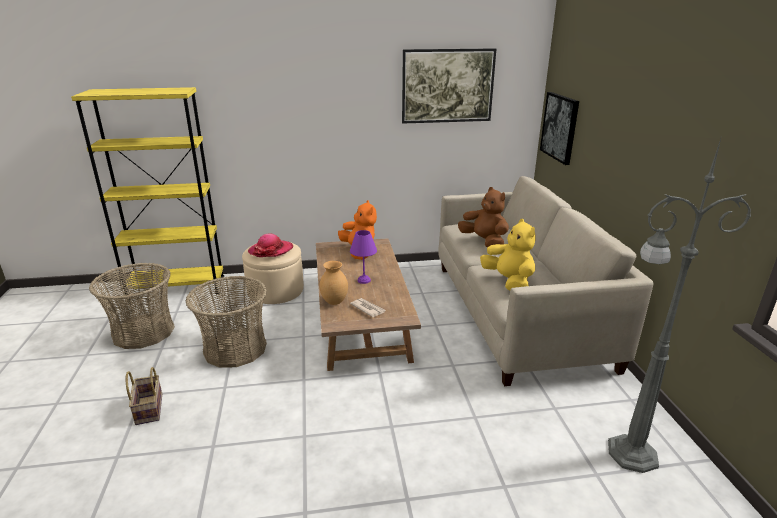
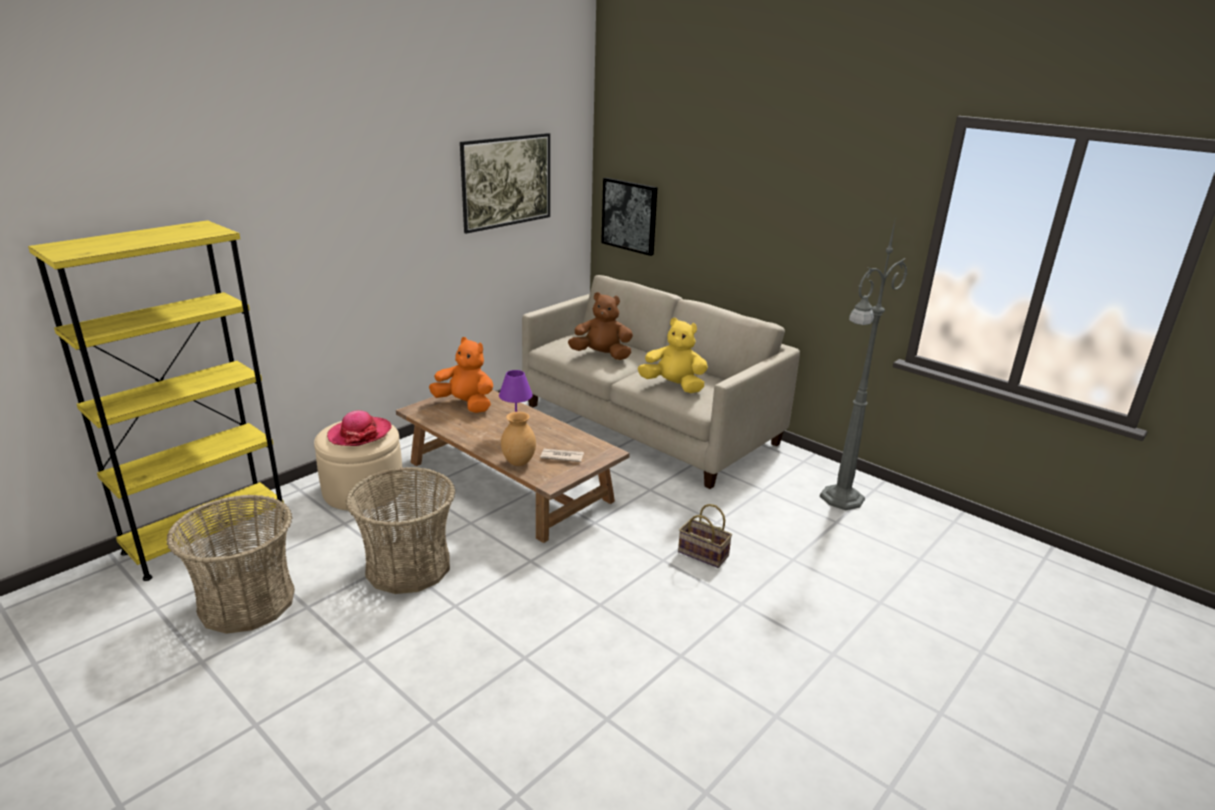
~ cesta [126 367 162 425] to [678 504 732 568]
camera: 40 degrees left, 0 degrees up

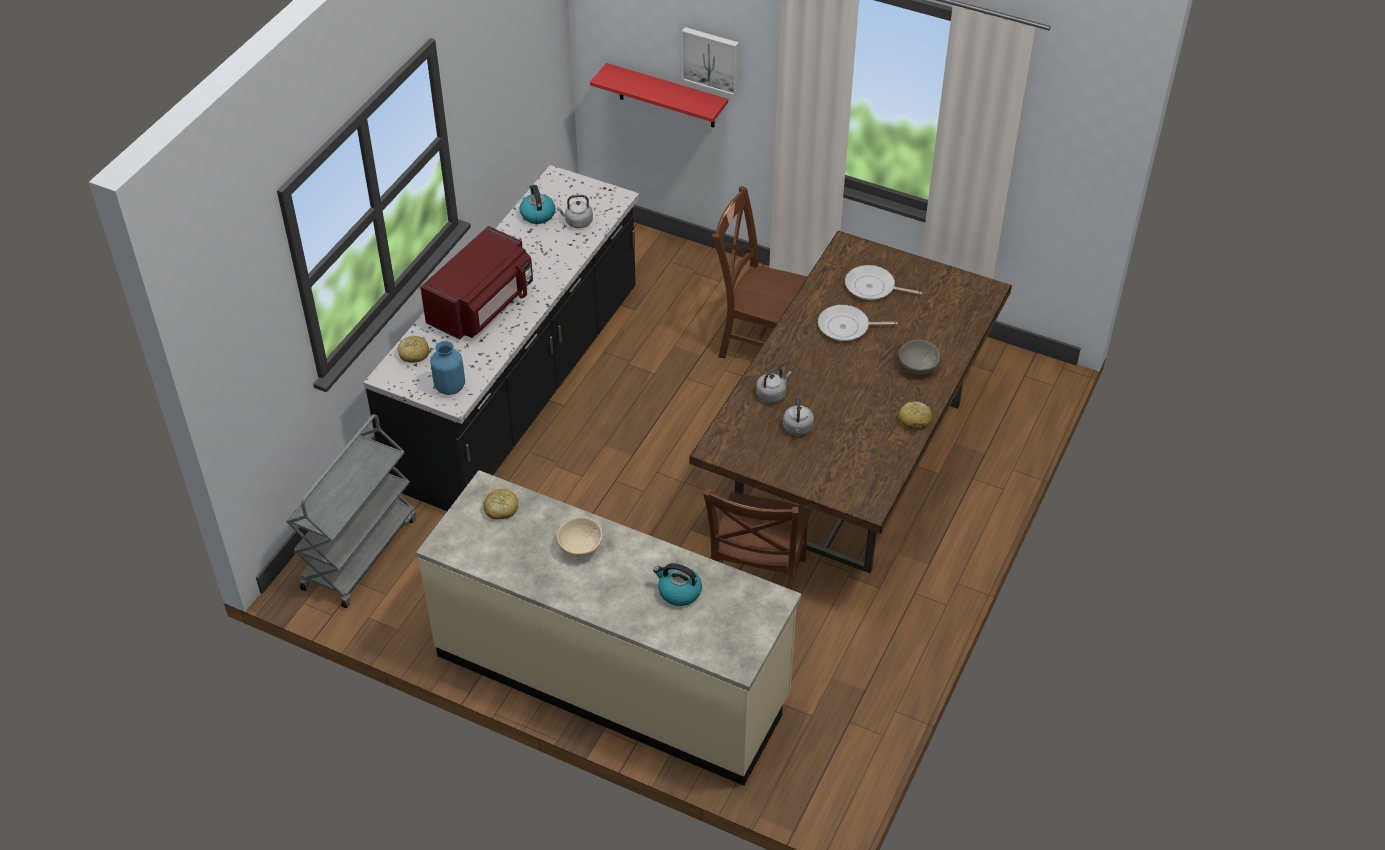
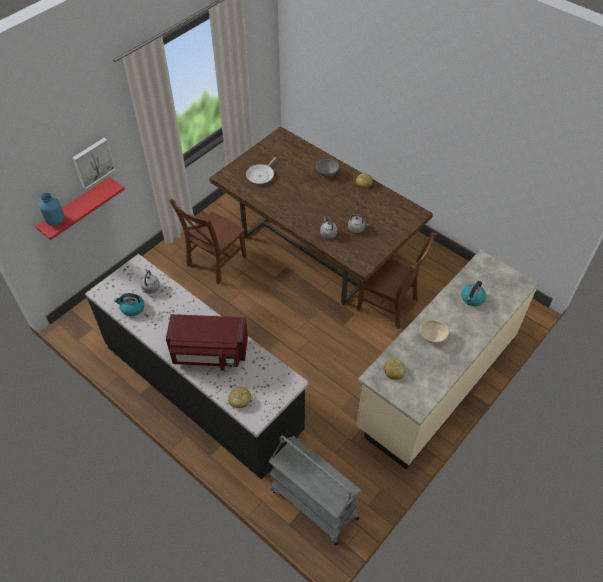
~ florero [azul] [430 341 465 395] to [39 193 65 226]
~ microondas [rojo] [420 226 533 340] = [166 314 248 371] 135 degrees clockwise
- sartén [818 305 897 341]
camera: 75 degrees left, 5 degrees up

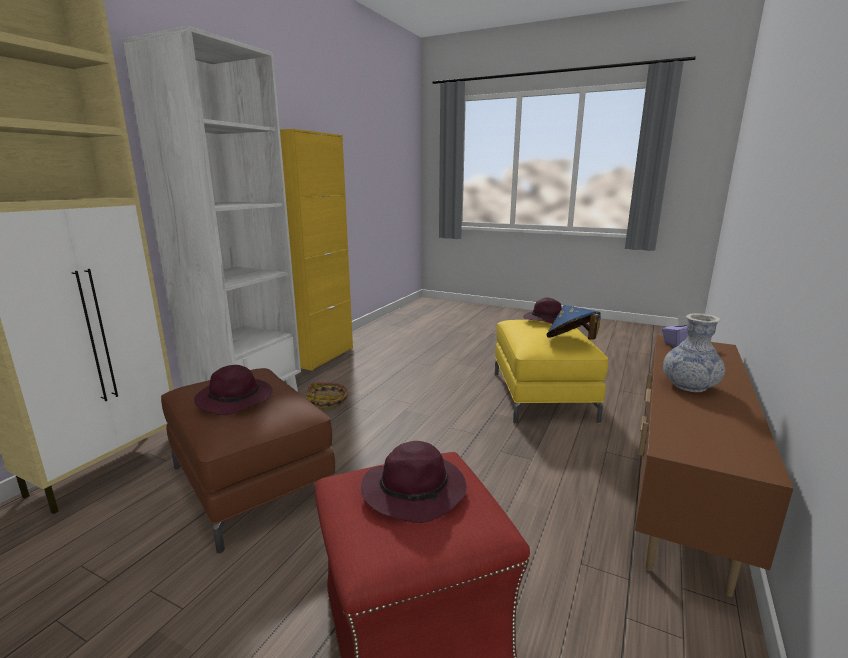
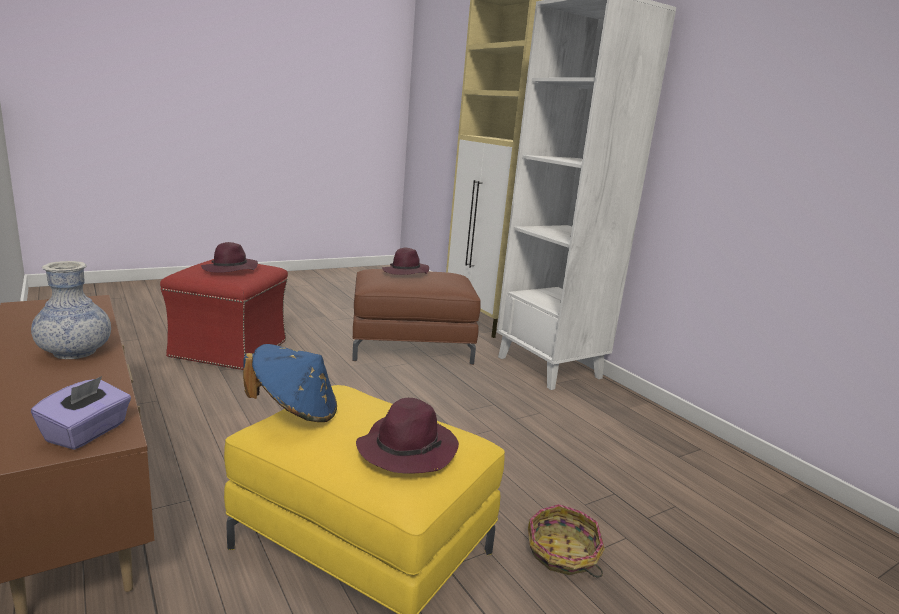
~ cesta [306 382 348 409] to [528 504 605 578]
- armario [amarillo] [280 129 353 371]
camera: 120 degrees right, 0 degrees up

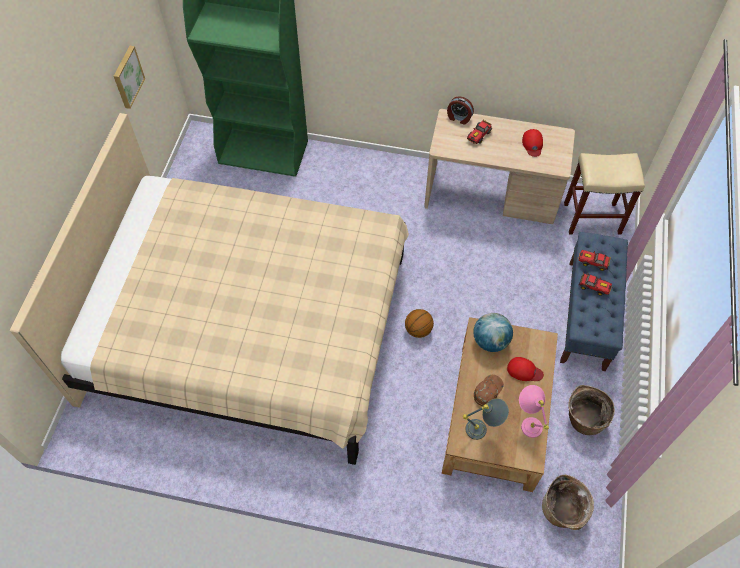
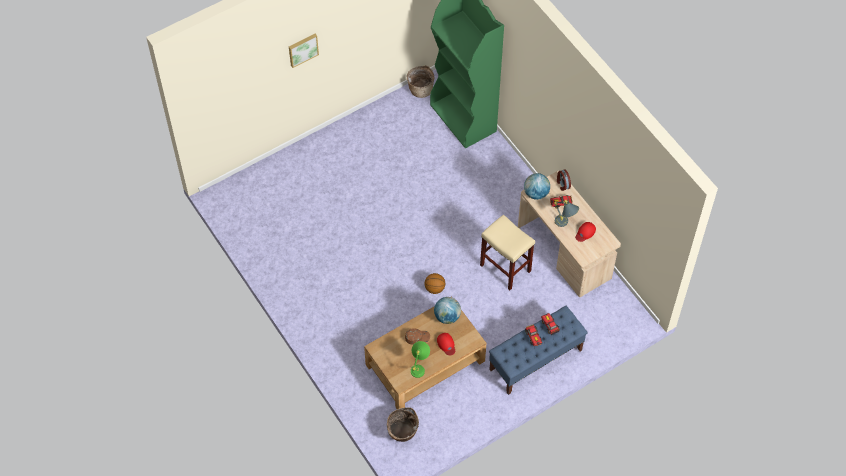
~ cuadro [114 46 145 109] to [289 34 319 68]
~ cesta [568 385 615 435] to [407 66 435 98]
~ lámpara de mesa [rosa] [519 385 549 438] to lámpara de mesa [verde] [411 341 430 378]
~ taburete [beis] [564 153 645 235] to [480 214 535 290]
+ globo terráqueo [524 173 550 200]
~ lámpara de mesa [gris] [463 398 509 440] to [554 200 579 227]
- cama [beis] [10 113 409 465]
camera: 45 degrees right, 0 degrees up

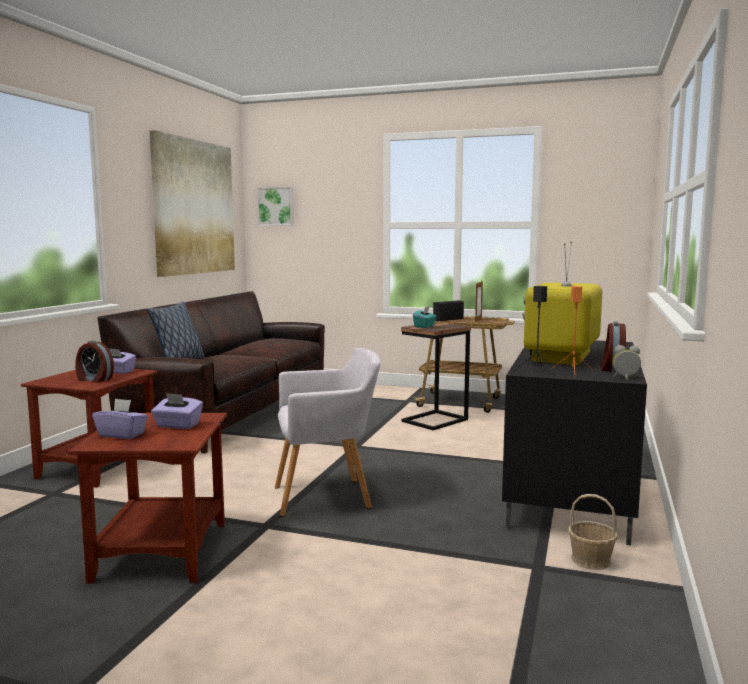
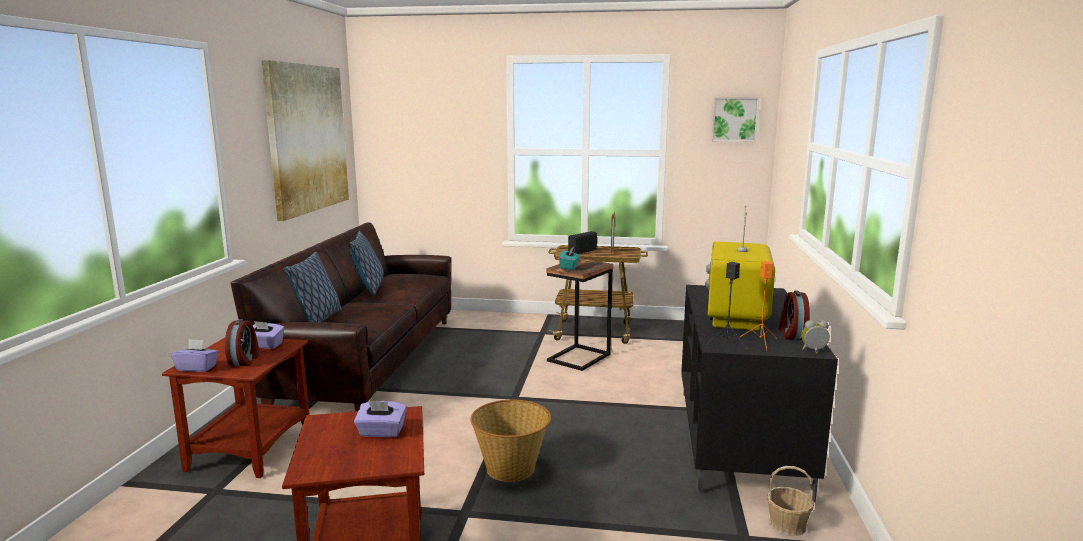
~ caja de pañuelos [morado] [92 398 148 439] to [171 339 219 372]
~ despertador [75 341 114 383] = [225 319 259 366] 105 degrees counterclockwise
+ cojín [349 231 383 296]
~ sillón [gris] [275 348 381 517] to cesta [470 400 551 482]
~ cuadro [257 187 294 226] to [711 97 759 142]
camera: 10 degrees left, 5 degrees up

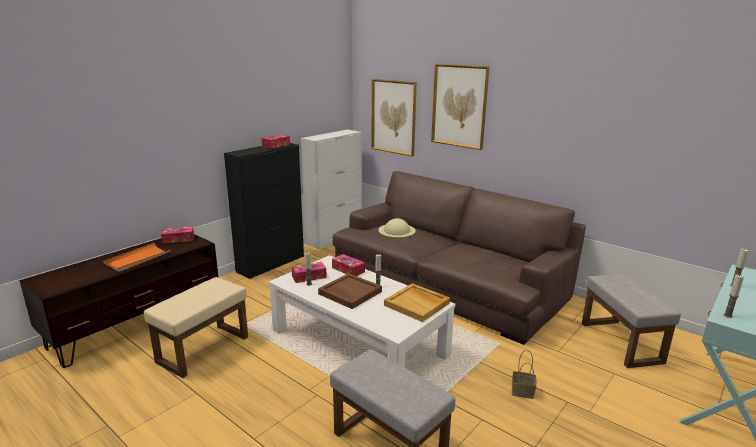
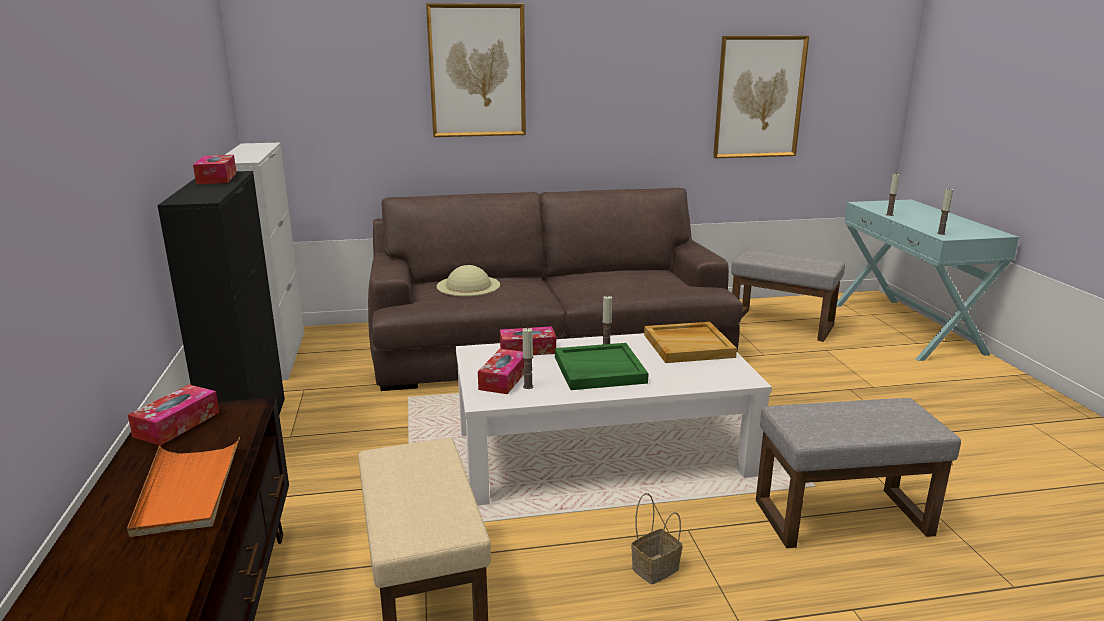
~ bandeja [marrón] [318 273 382 309] to bandeja [verde] [555 343 649 390]
~ cesta [512 350 537 399] to [631 493 683 585]
~ cuadro [371 79 417 156] to [713 36 809 158]
camera: 50 degrees left, 0 degrees up

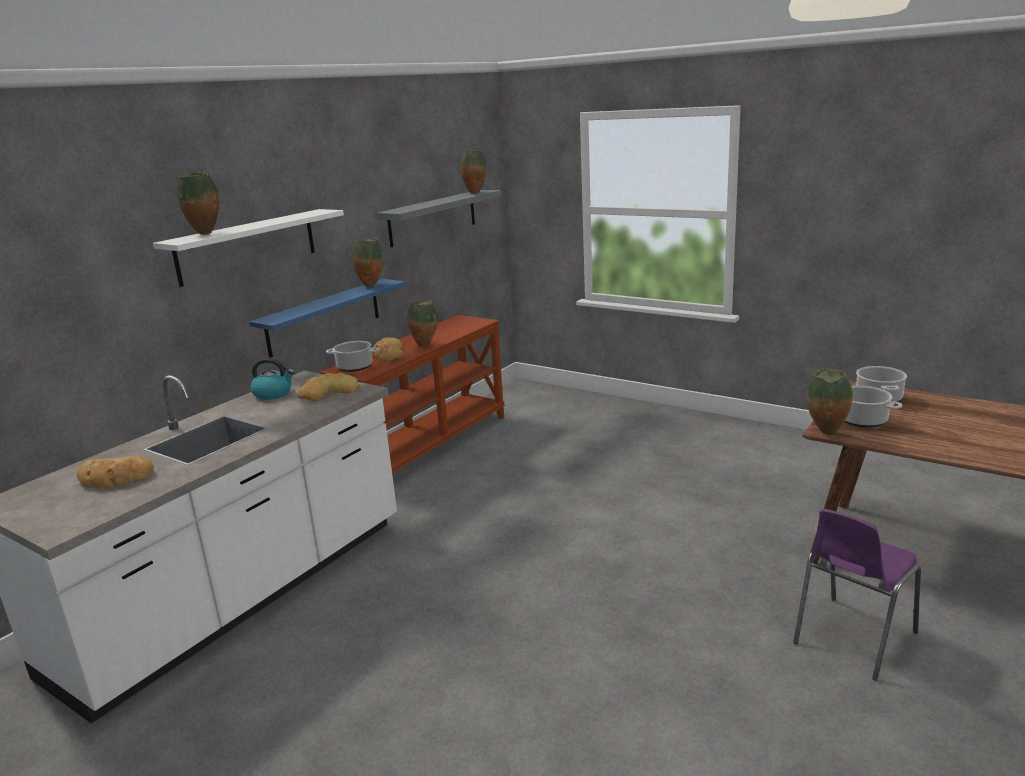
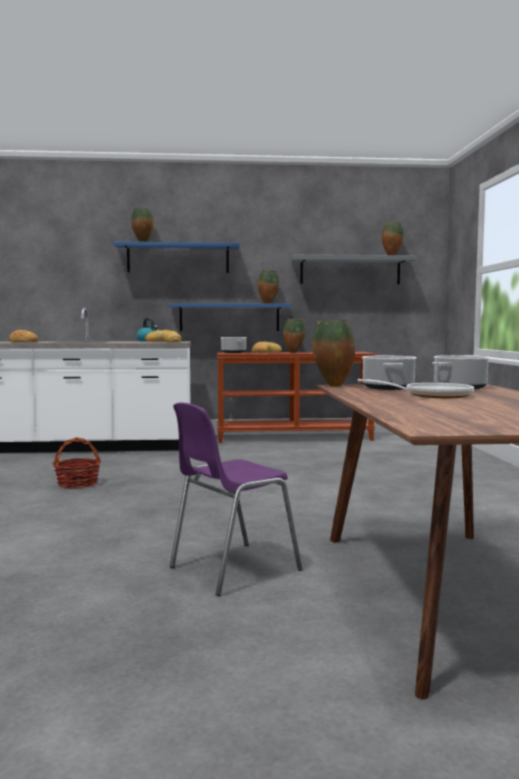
+ cesta [53 437 101 488]
~ estante [blanco] [153 209 344 287] to estante [azul] [113 241 240 273]
~ silla [morado] [793 509 921 681] = [170 402 302 596] 45 degrees counterclockwise
+ sartén [358 379 474 398]
camera: 50 degrees right, 15 degrees down

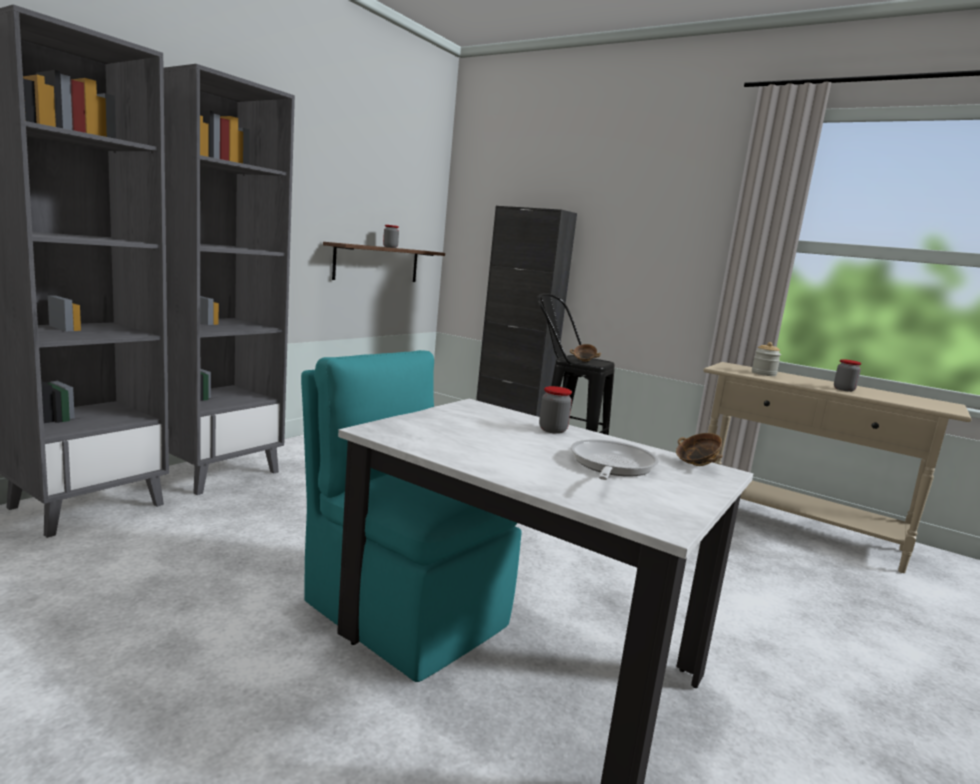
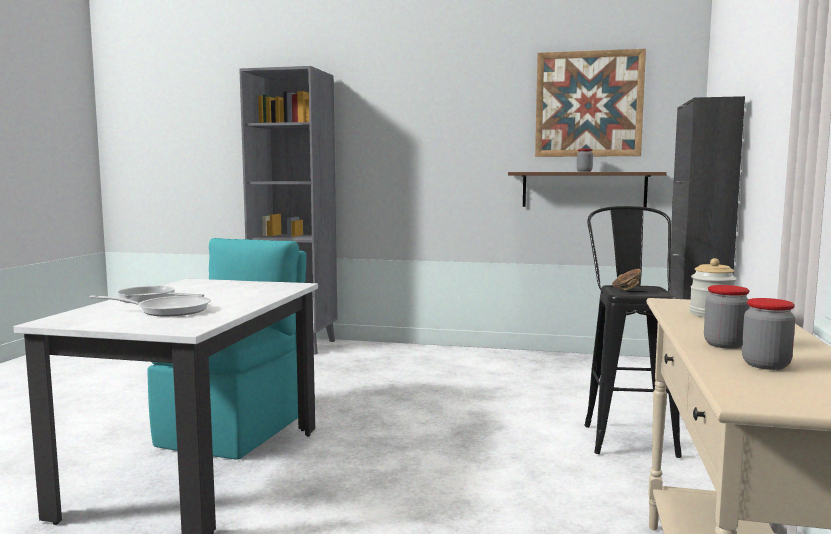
+ sartén [116 286 204 303]
+ cuadro [535 49 646 157]
~ tarro [539 386 572 434] to [742 298 795 370]
- estantería [gris] [163 64 295 495]
- cuenco [676 433 723 466]
camera: 70 degrees right, 5 degrees down

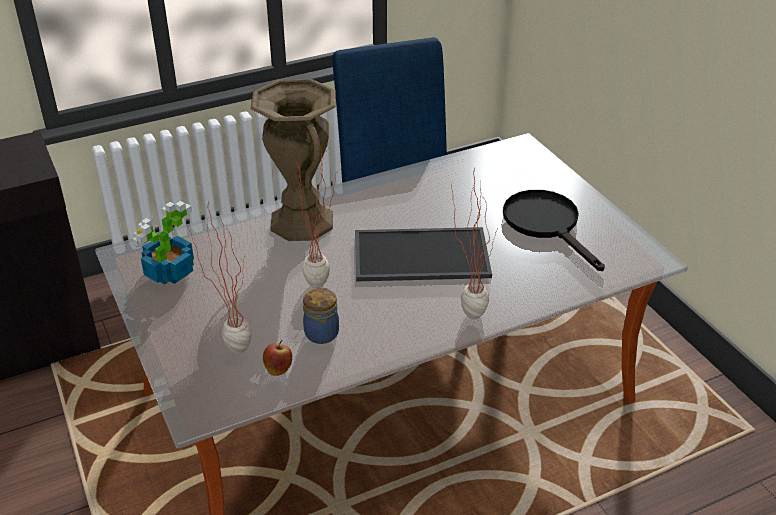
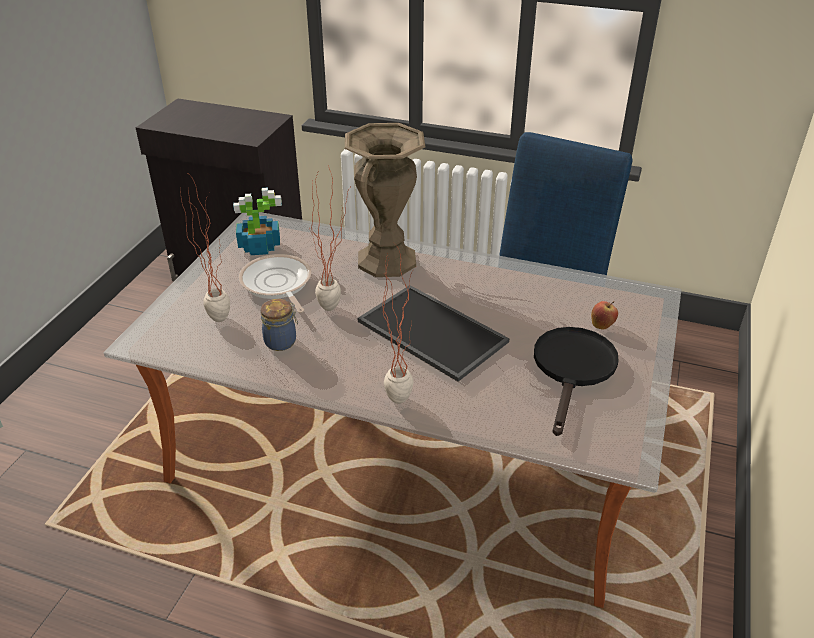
+ sartén [239 254 311 313]
~ manzana [263 340 292 376] to [591 301 618 330]
camera: 45 degrees right, 0 degrees up

